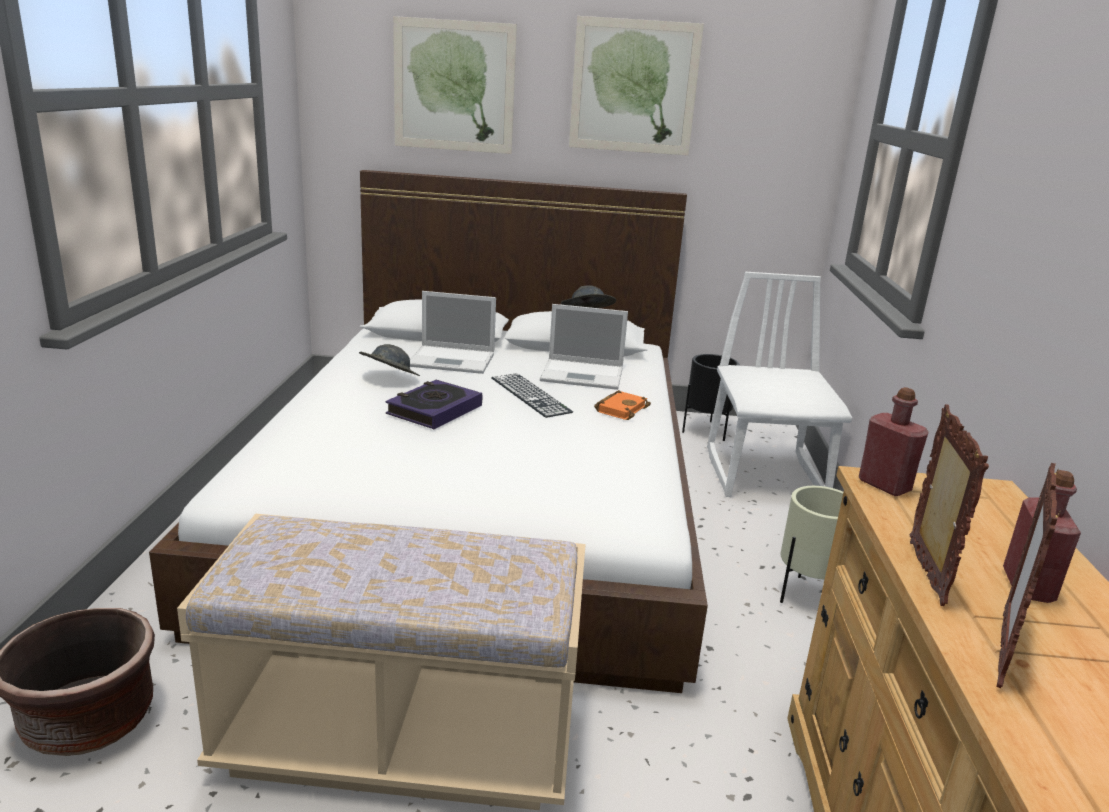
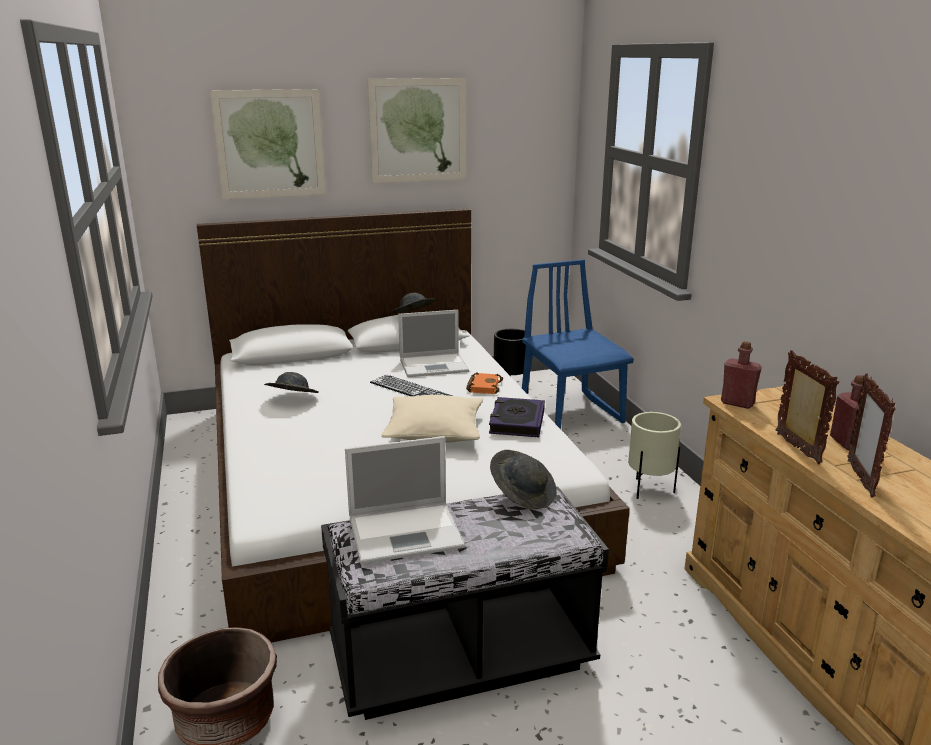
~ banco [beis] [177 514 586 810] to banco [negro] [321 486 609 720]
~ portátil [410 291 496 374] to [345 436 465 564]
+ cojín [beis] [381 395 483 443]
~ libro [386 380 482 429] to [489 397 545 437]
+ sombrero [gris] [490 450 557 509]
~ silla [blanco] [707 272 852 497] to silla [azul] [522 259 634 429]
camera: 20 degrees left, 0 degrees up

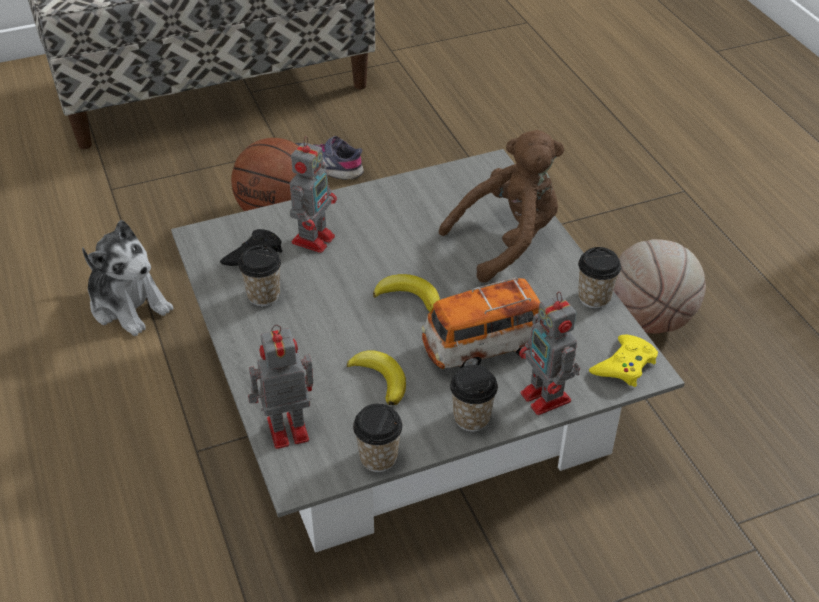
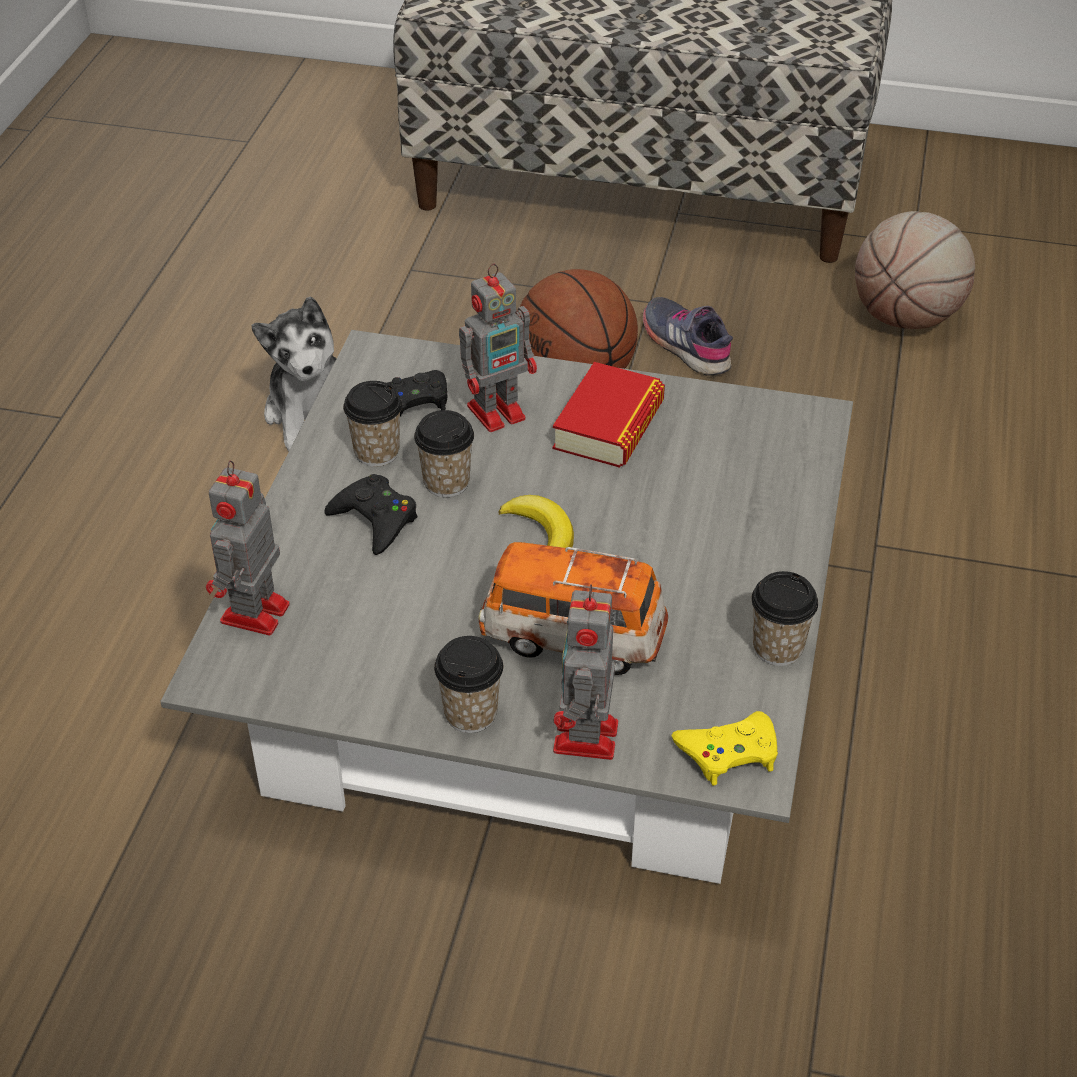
~ robot de juguete [248 325 313 449] = [206 461 290 635] 90 degrees counterclockwise
+ mando de consola [negro] [324 474 417 555]
~ taza [353 404 403 472] to [414 410 474 497]
+ libro [553 362 665 468]
~ balón de baloncesto [613 239 706 333] to [855 211 975 329]
- plátano [347 350 406 405]
- peluche [marrón] [439 130 564 283]
camera: 35 degrees right, 0 degrees up

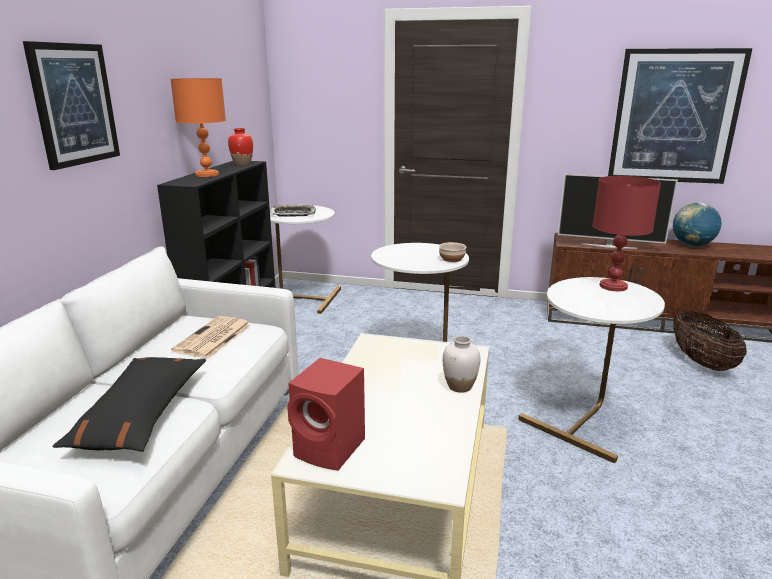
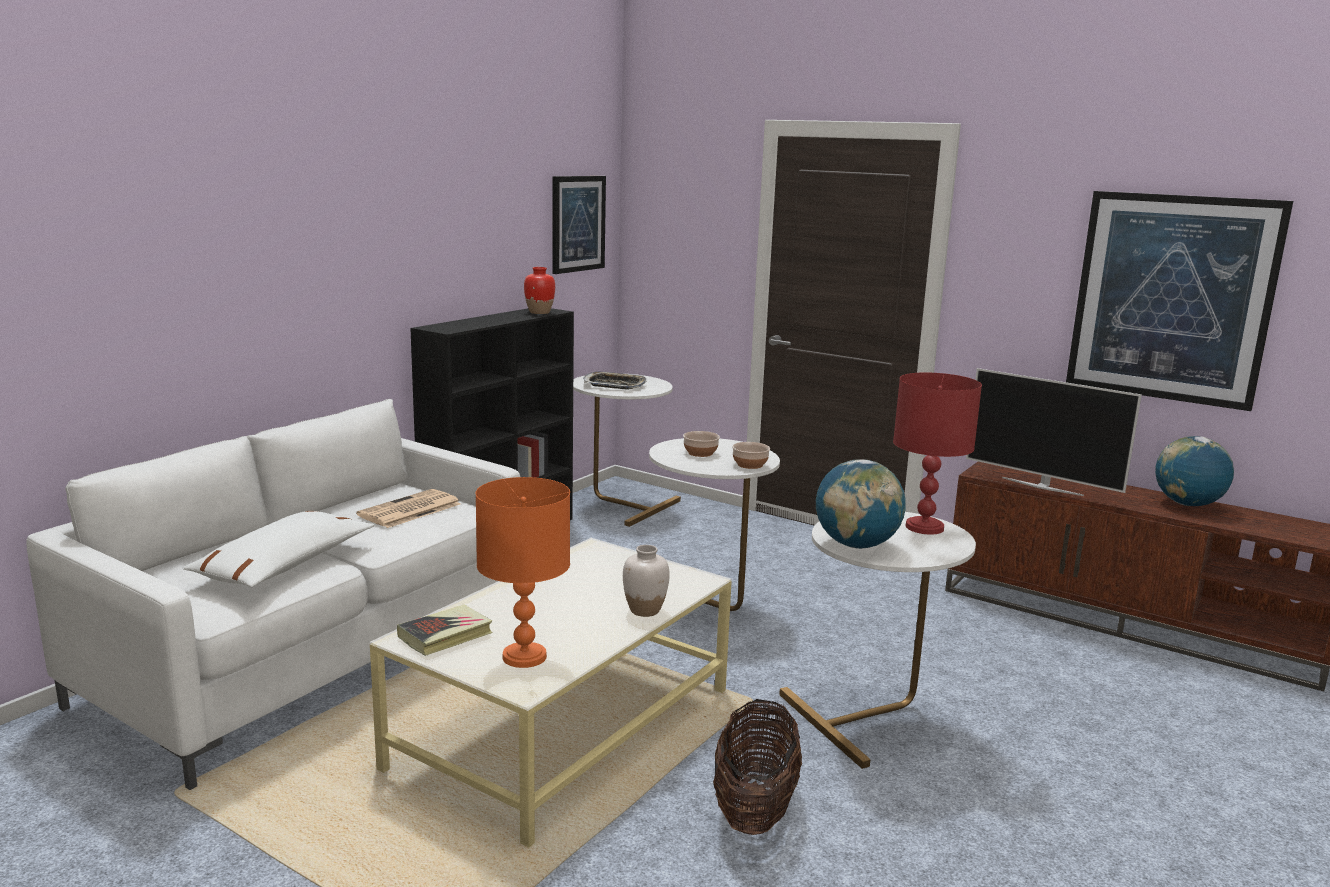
~ cojín [negro] [53 357 206 452] to cojín [blanco] [183 511 374 588]
~ altavoz [rojo] [287 358 365 471] to libro [397 604 492 656]
~ lámpara de mesa [naranja] [171 78 226 177] to [476 477 570 668]
~ cuadro [23 41 120 170] to [552 176 606 274]
+ cuenco [683 431 720 457]
~ cesta [673 311 747 371] to [713 699 802 835]
+ globo terráqueo [816 459 906 549]
camera: 20 degrees right, 5 degrees down

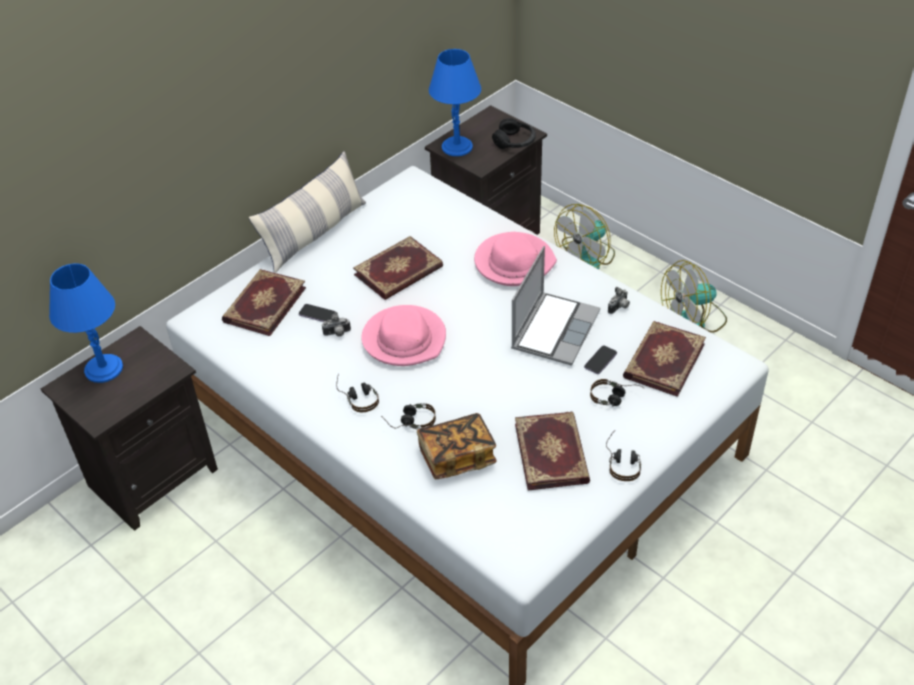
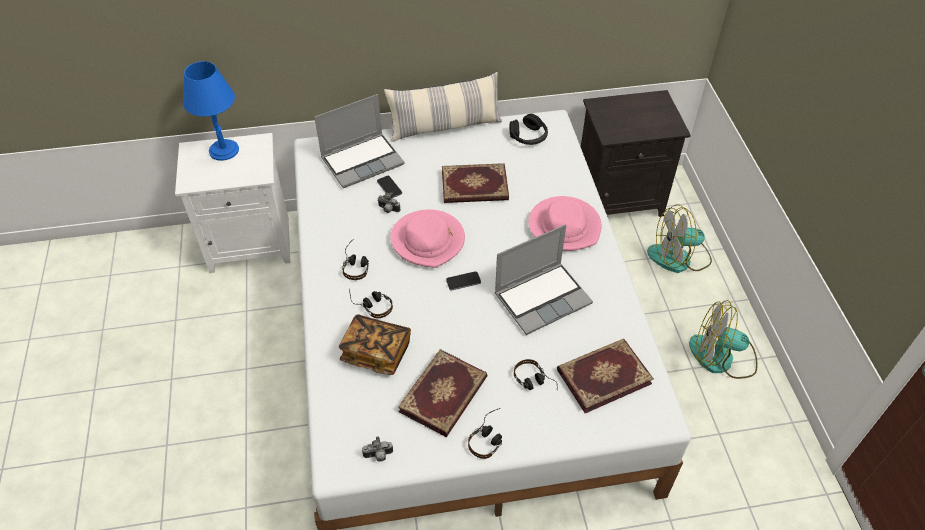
~ mesita de noche [negro] [41 326 218 531] to mesita de noche [blanco] [175 133 290 273]
~ libro [222 269 306 336] to portátil [314 94 405 188]
~ cámara [608 287 630 314] to [362 437 393 462]
~ móvil [584 345 617 374] to [446 271 481 290]
~ auriculares [negro] [492 118 536 149] to [509 114 548 145]
- lámpara de mesa [azul] [429 49 481 156]
camera: 35 degrees right, 5 degrees up

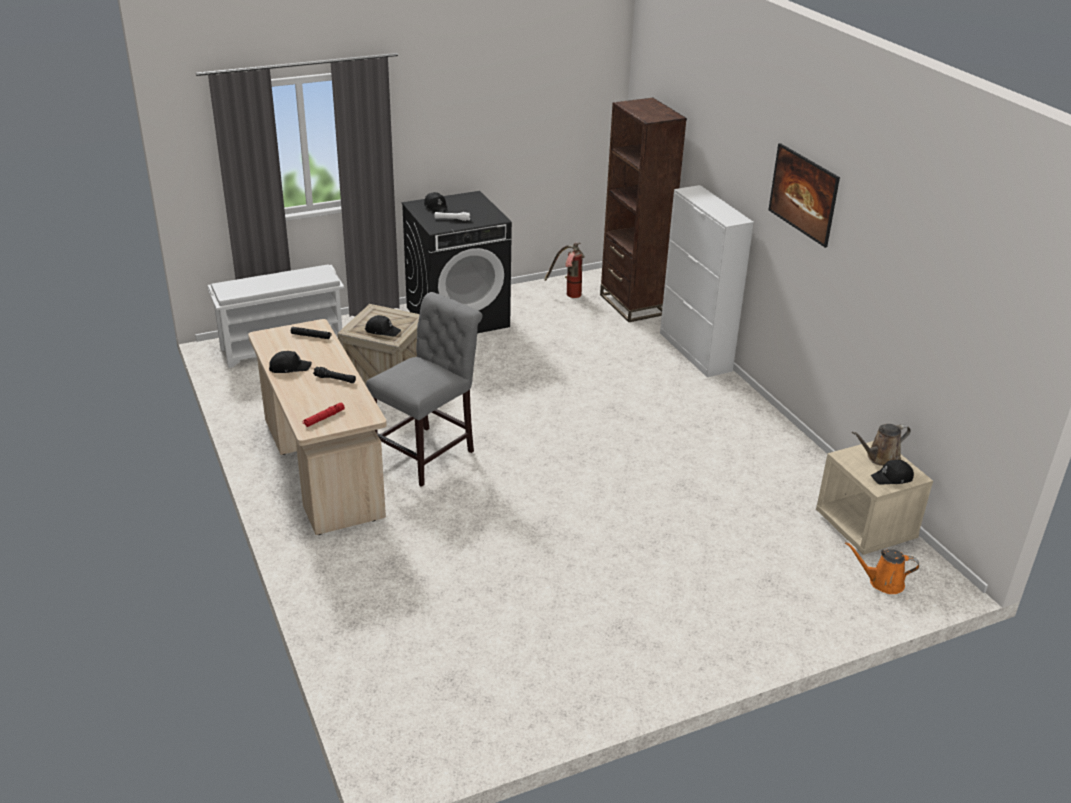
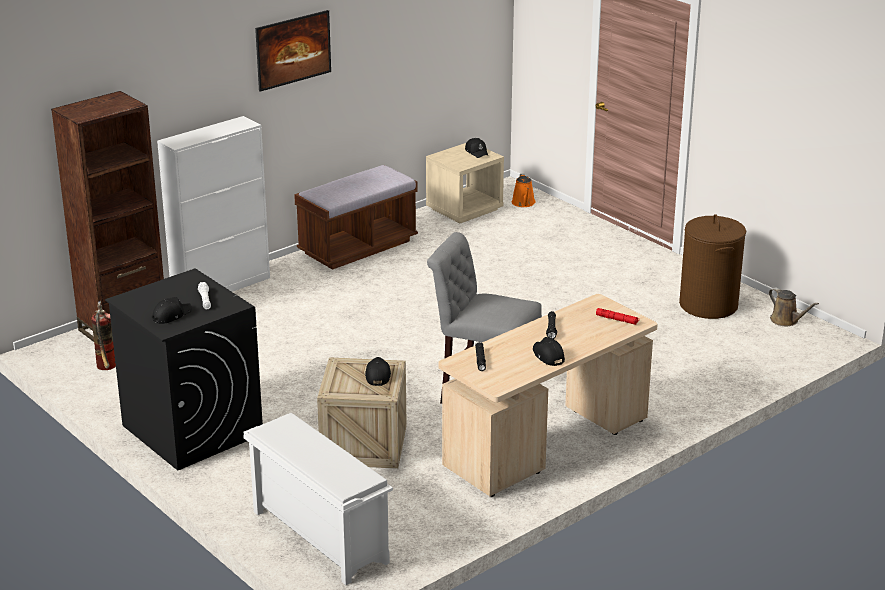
+ banco [marrón] [294 165 418 270]
+ cesto de la ropa [marrón] [679 214 746 319]
~ regadera [marrón] [852 424 911 466] to [769 288 819 326]
camera: 105 degrees left, 5 degrees down

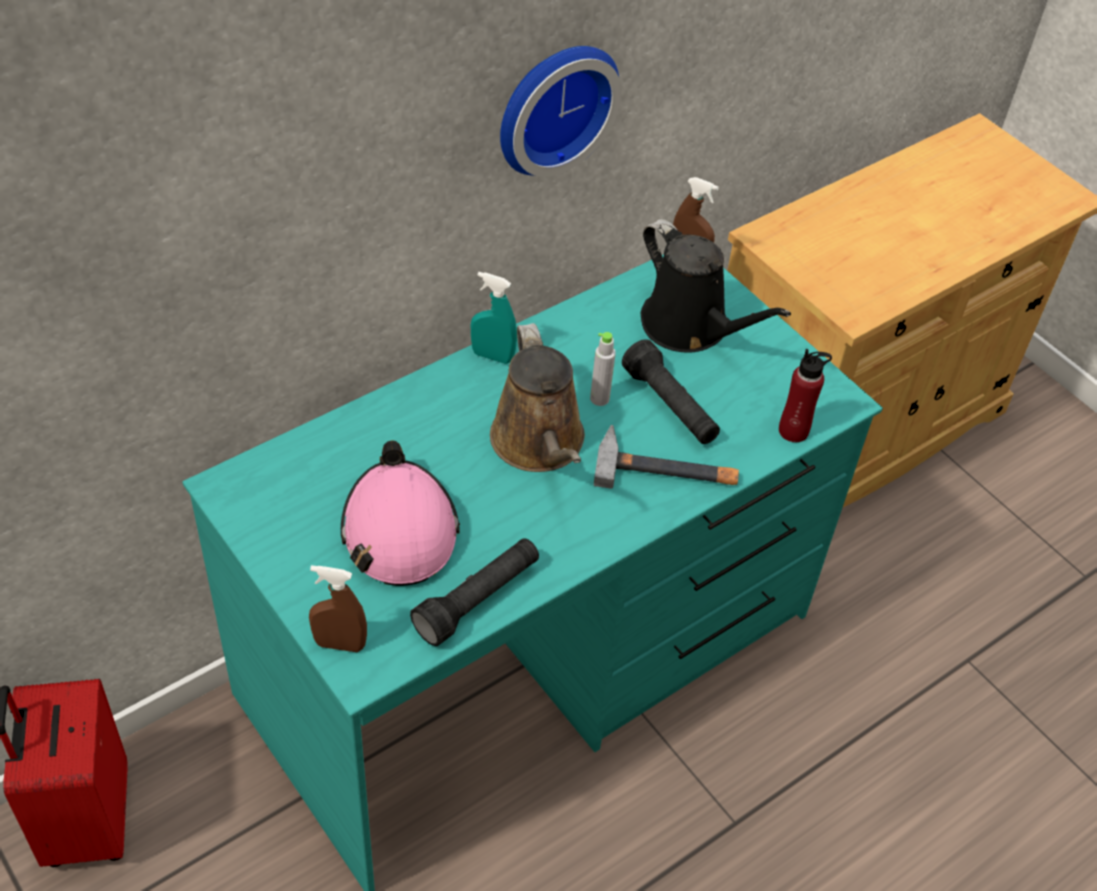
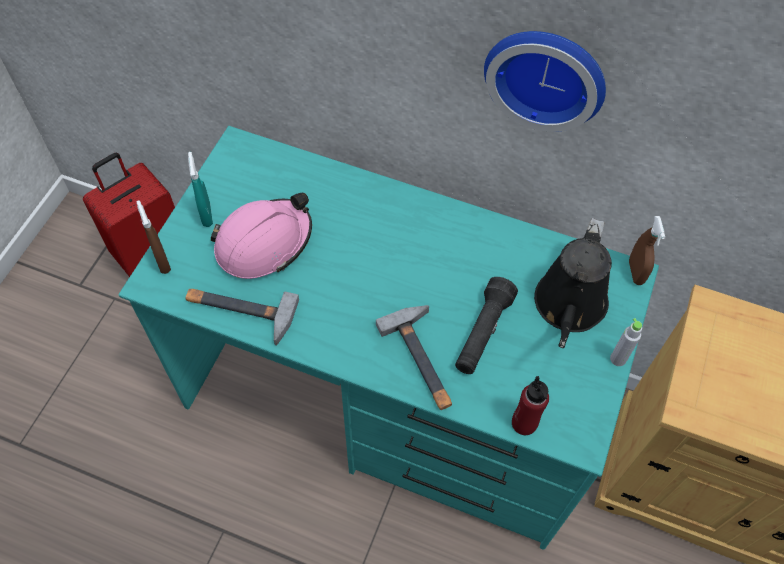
~ linterna [negro] [410 538 539 646] to martillo [185 289 299 345]
~ pulverizador [turquesa] [471 272 517 364] to [188 152 213 227]
~ botella [gris] [590 332 616 406] to [610 318 642 366]
- regadera [marrón] [490 323 585 472]
camera: 60 degrees right, 10 degrees up

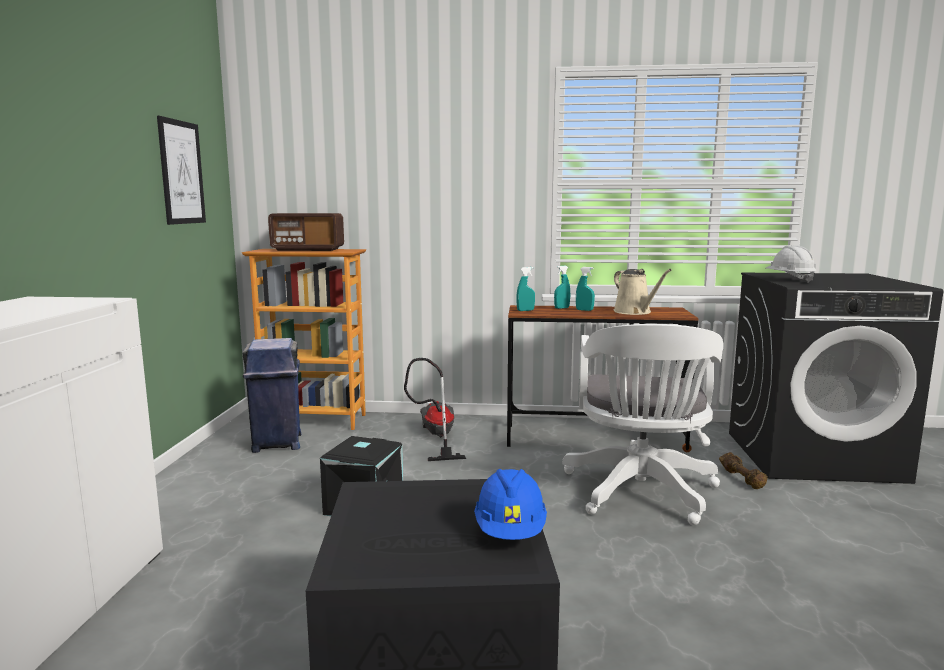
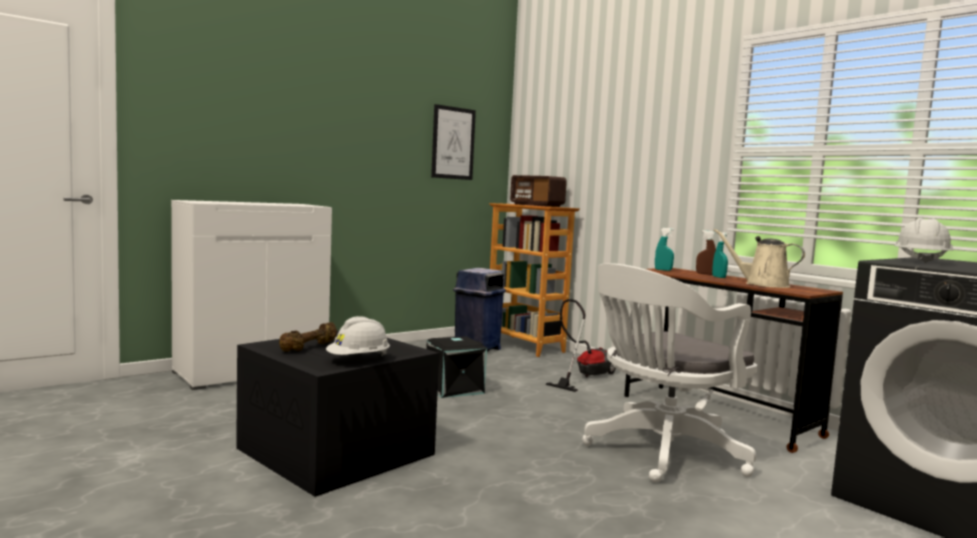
~ mancuerna [marrón] [719 452 768 489] to [279 322 337 351]
~ casco [azul] [474 469 547 540] to casco [blanco] [326 316 390 356]
~ pulverizador [turquesa] [554 266 570 309] to pulverizador [marrón] [696 230 716 275]
~ regadera [beis] [614 269 671 315] = [714 229 805 288] 105 degrees clockwise
camera: 45 degrees right, 5 degrees down

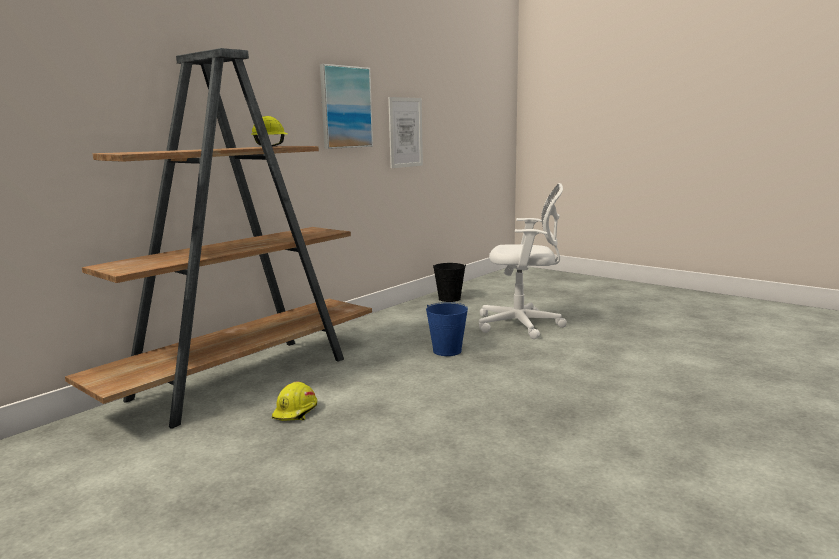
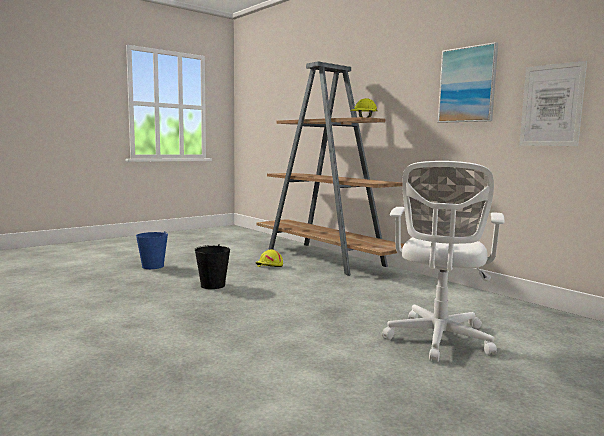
~ cubo [azul] [426 302 468 356] to [136 231 168 269]
~ cubo [negro] [433 263 466 302] to [194 244 230 289]
camera: 100 degrees right, 5 degrees down

